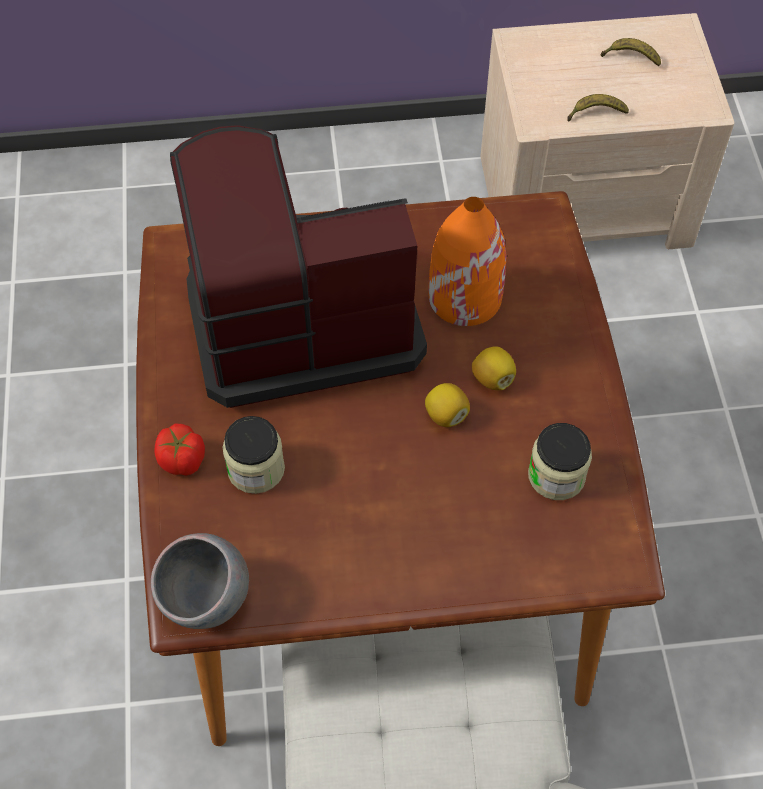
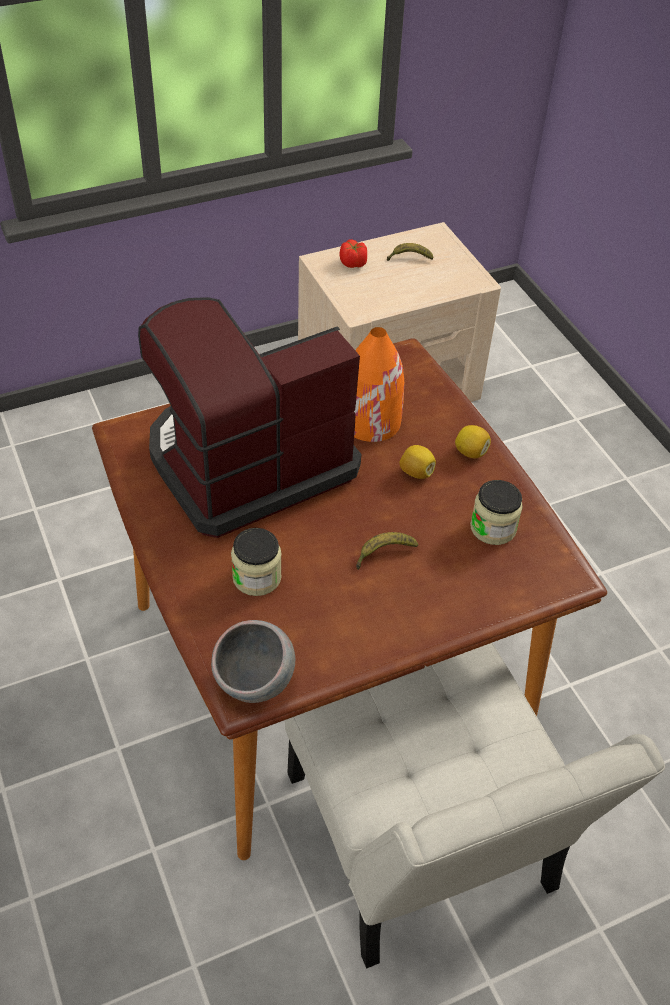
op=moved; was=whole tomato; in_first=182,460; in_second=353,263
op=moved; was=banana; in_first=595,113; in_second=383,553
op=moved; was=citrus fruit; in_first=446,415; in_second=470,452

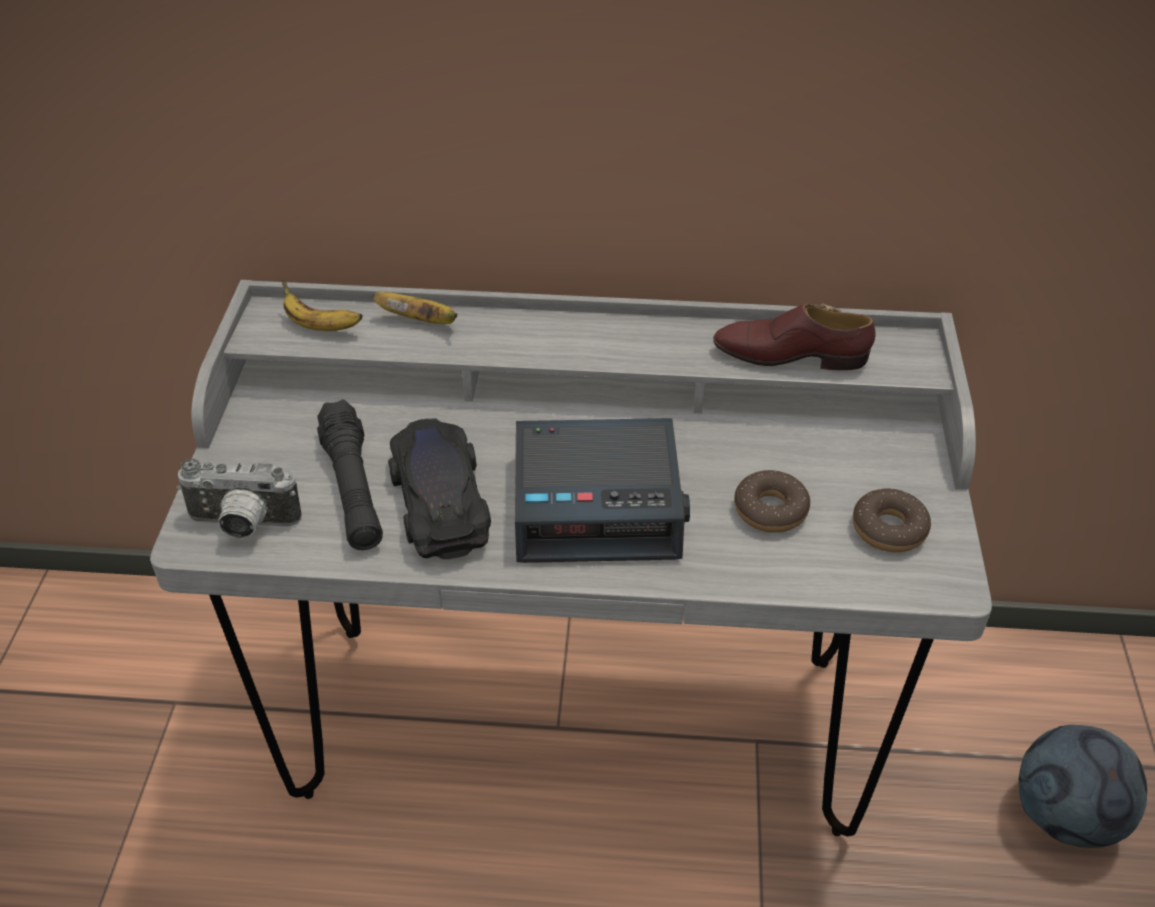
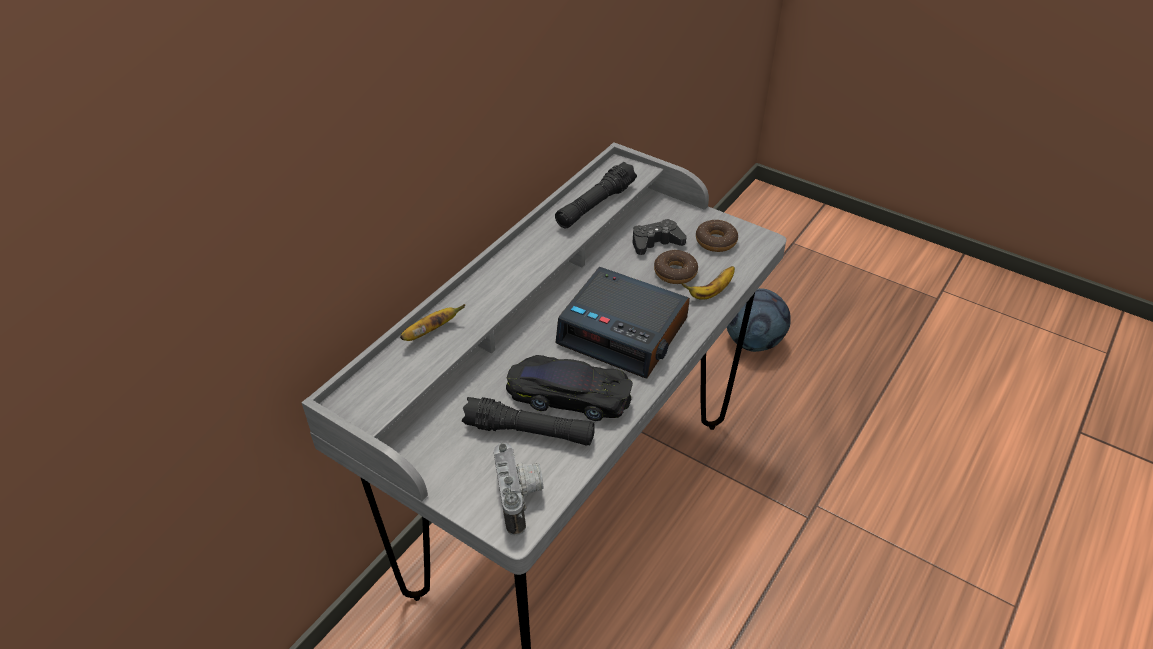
op=turned; was=photo camera; in_first=242,526; in_second=521,498; clockwise=-45
op=replaced; was=low shoe in brownish; now=flashlight in black-coloured; in_first=790,355; in_second=595,205
op=turned; was=bedside clock; in_first=598,504; in_second=624,331; clockwise=90
op=added; now=joypad in black-coloured; in_second=656,242
op=moved; was=banana; in_first=319,326; in_second=711,292

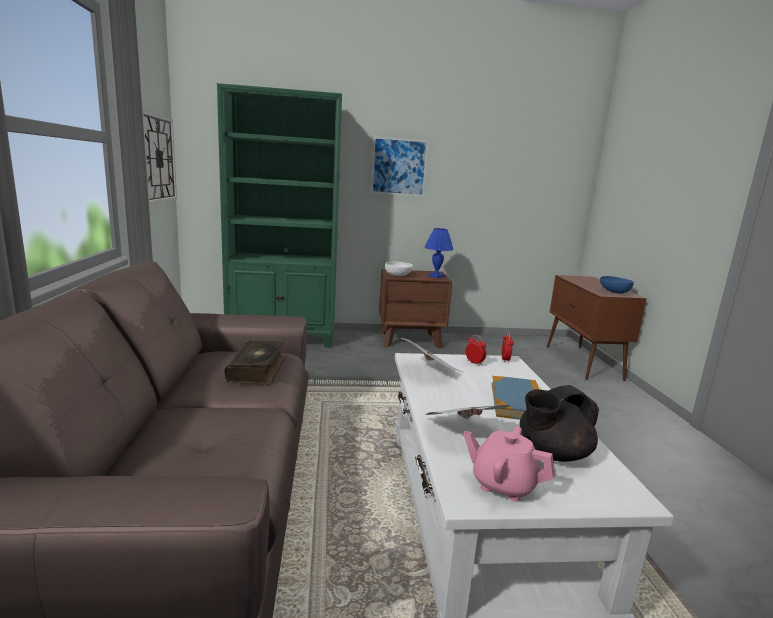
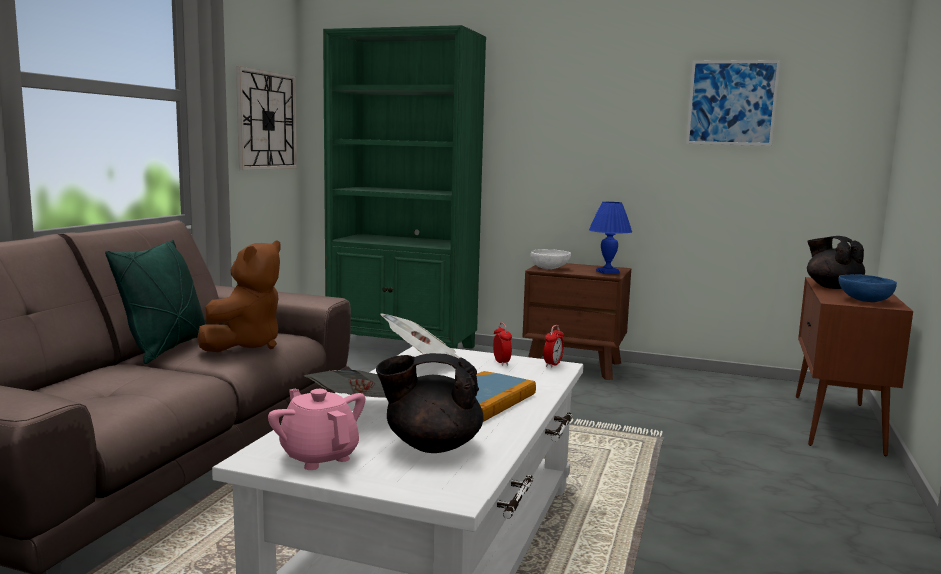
op=added; now=throw pillow in greenish; in_second=166,348
op=replaced; was=bound book; now=soft toy in brownish; in_first=258,370; in_second=245,345
op=moved; was=wall art; in_first=399,167; in_second=732,103
op=added; now=tea pot in black-coloured; in_second=832,287

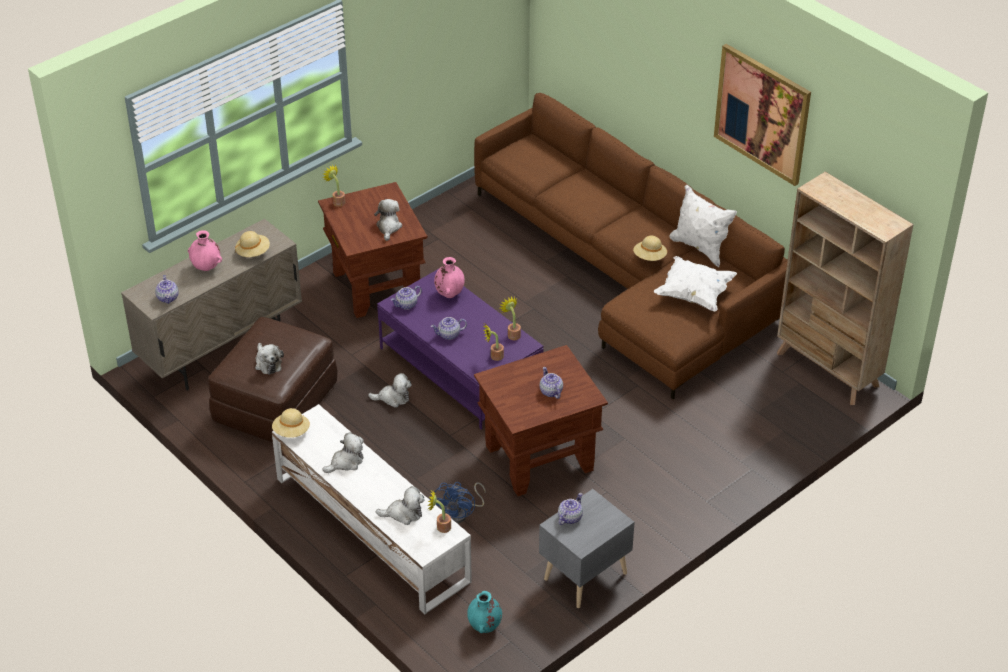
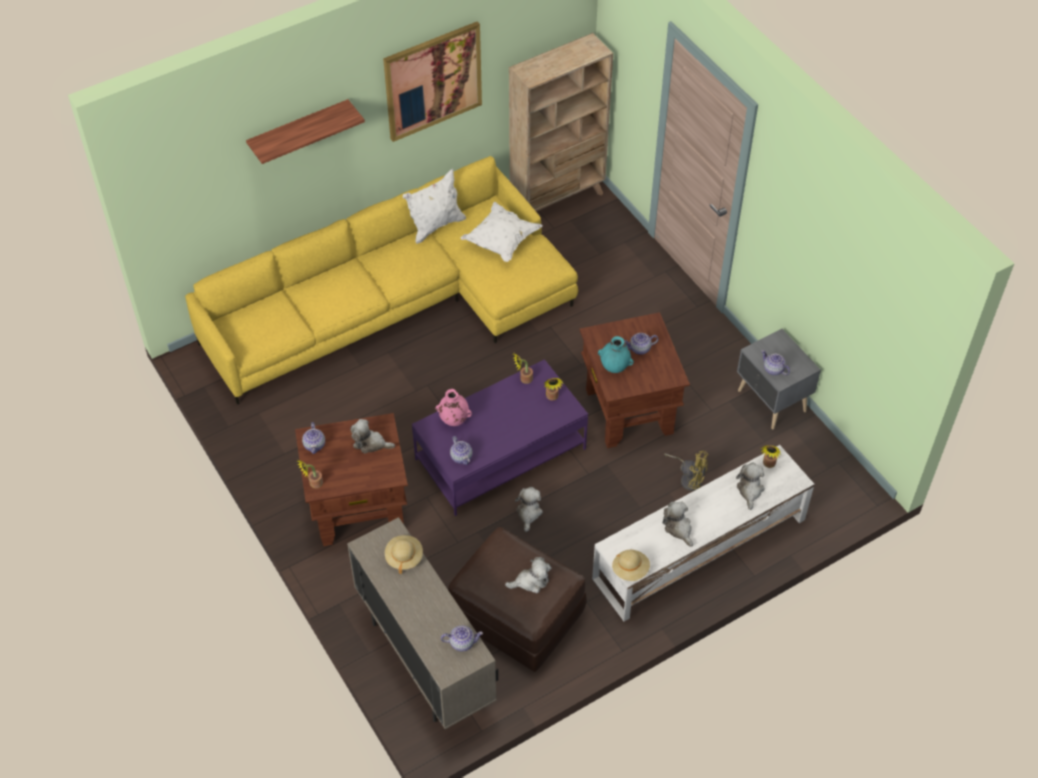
op=recoloured; was=couch in brownish; now=couch in yellow; in_first=629,273; in_second=396,305
op=added; now=wall shelf; in_second=299,132
op=moved; was=tea pot; in_first=449,335; in_second=315,445
op=moved; was=flower vase in blue-green; in_first=485,627; in_second=614,367
op=recoloured; was=cooling fan in blue-coloured; now=cooling fan in yellow; in_first=460,513; in_second=689,478
op=removed; was=flower vase in pinkish; in_first=206,267
op=removed; was=hat in beige-coloured; in_first=649,257

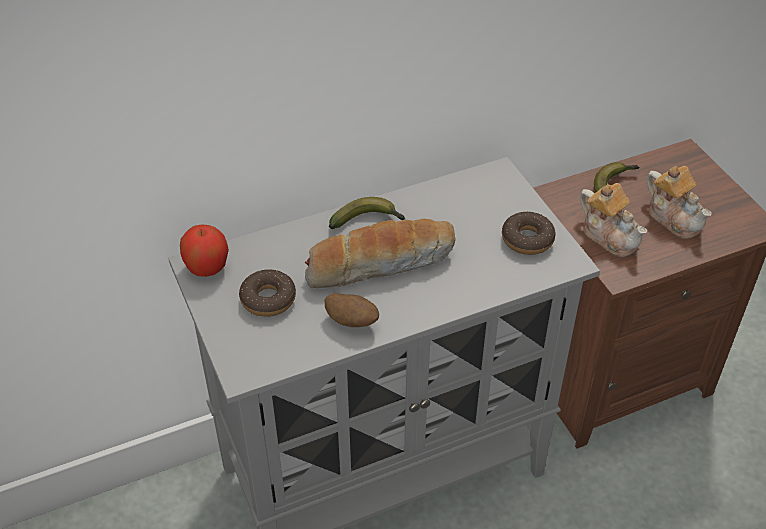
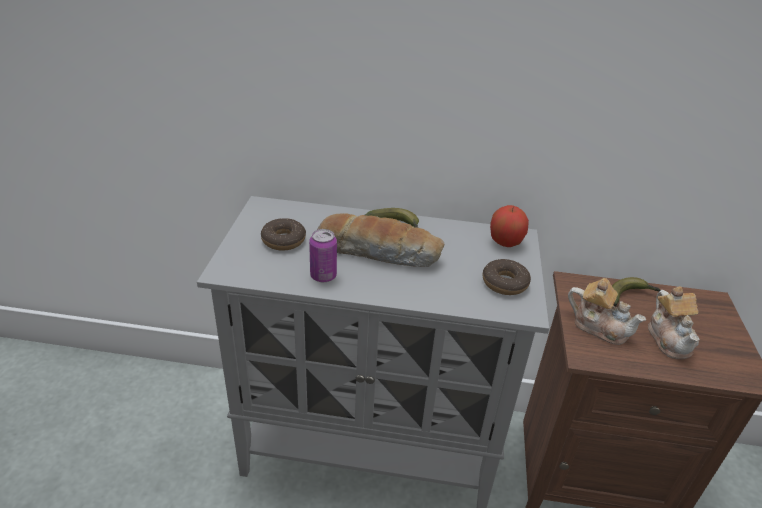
op=replaced; was=spud; now=metal can; in_first=352,322; in_second=323,276
op=moved; was=whole apple; in_first=207,267; in_second=505,242
op=turned; was=tea pot; in_first=609,235; in_second=599,326; clockwise=-45

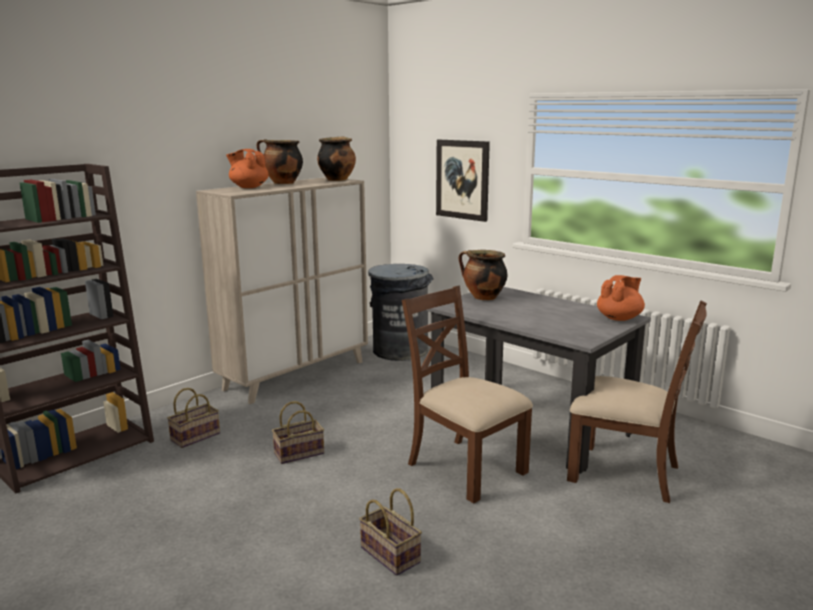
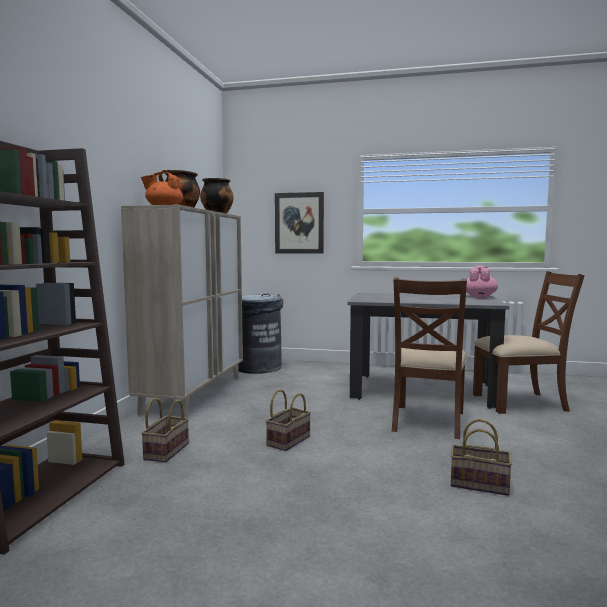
op=turned; was=chair in brownish; in_first=465,468; in_second=427,421; clockwise=-90
op=recoloured; was=tea pot in orangey; now=tea pot in pinkish; in_first=619,318; in_second=479,297
op=removed; was=saucepot; in_first=483,298

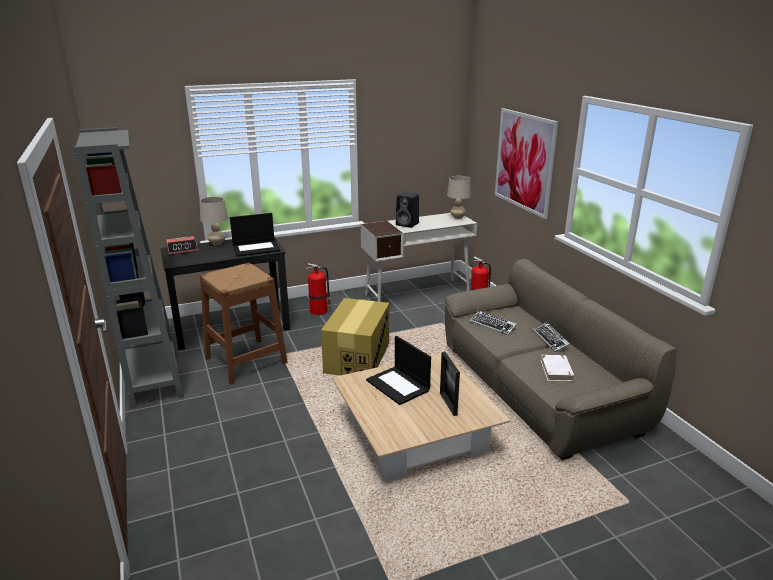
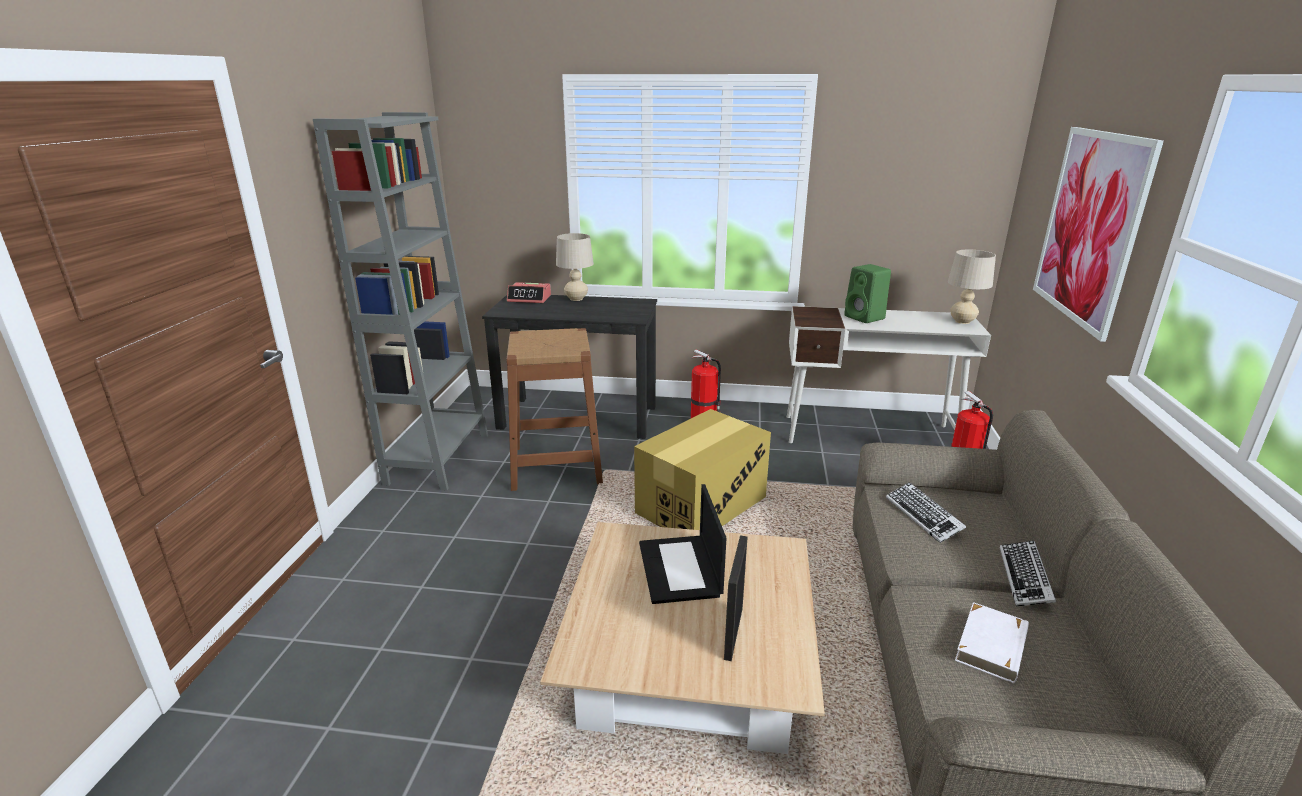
op=recoloured; was=audio speaker in black-coloured; now=audio speaker in greenish; in_first=408,224; in_second=865,318
op=removed; was=laptop; in_first=256,248

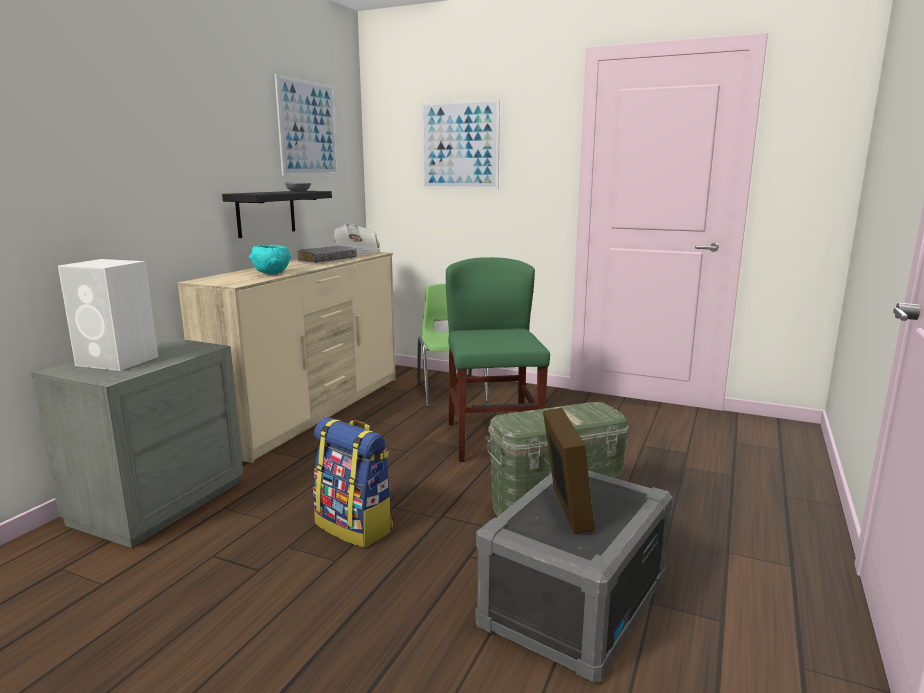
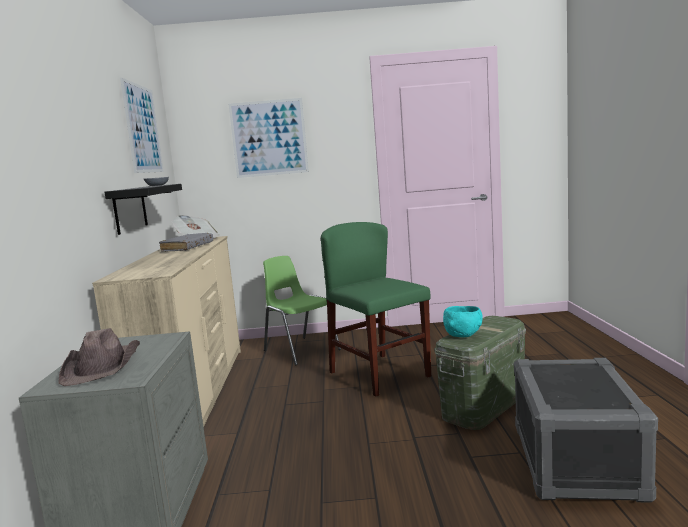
op=replaced; was=audio speaker in white-coloured; now=hat in brownish; in_first=119,361; in_second=103,366
op=moved; was=bowl in blue-green; in_first=272,273; in_second=463,336
op=removed; was=knapsack; in_first=355,526
op=removed; was=picture frame; in_first=565,509

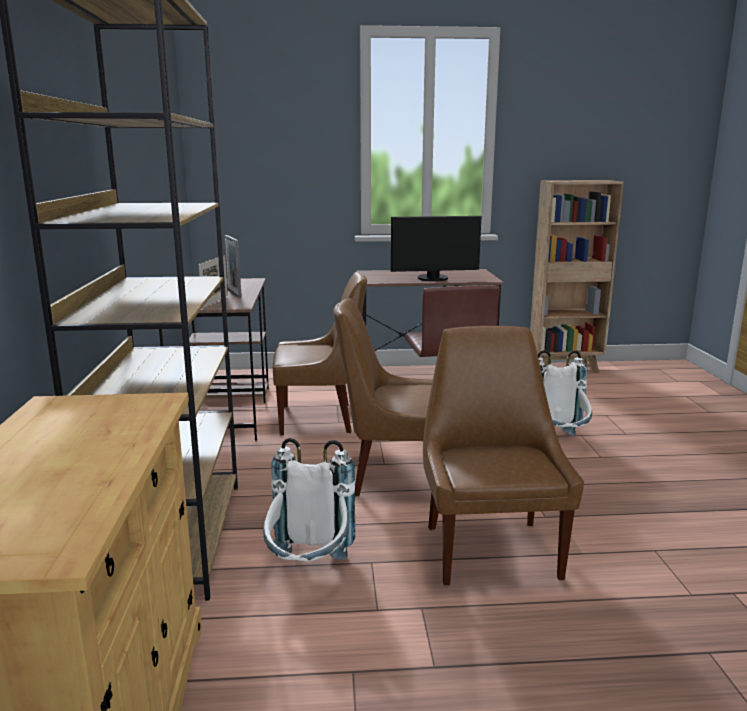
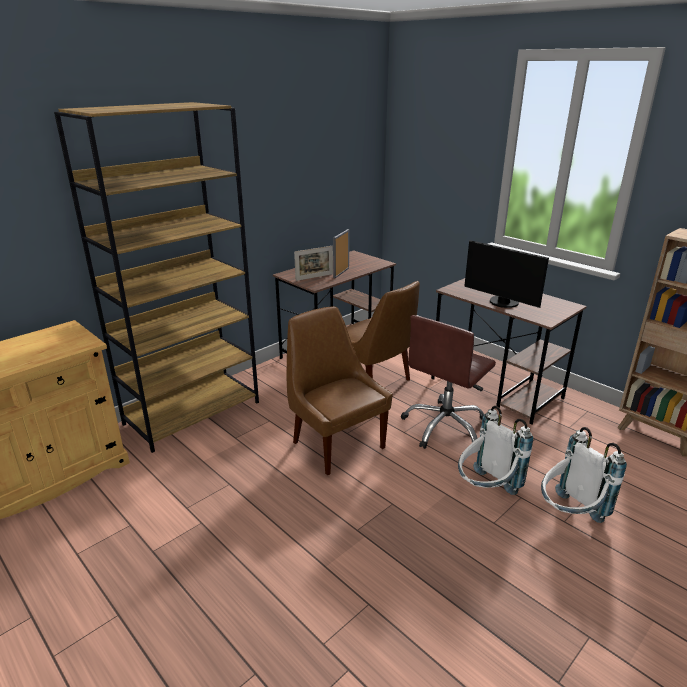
op=moved; was=knapsack in white-coloured; in_first=309,571; in_second=569,516
op=removed; was=chair in brownish; in_first=490,548

